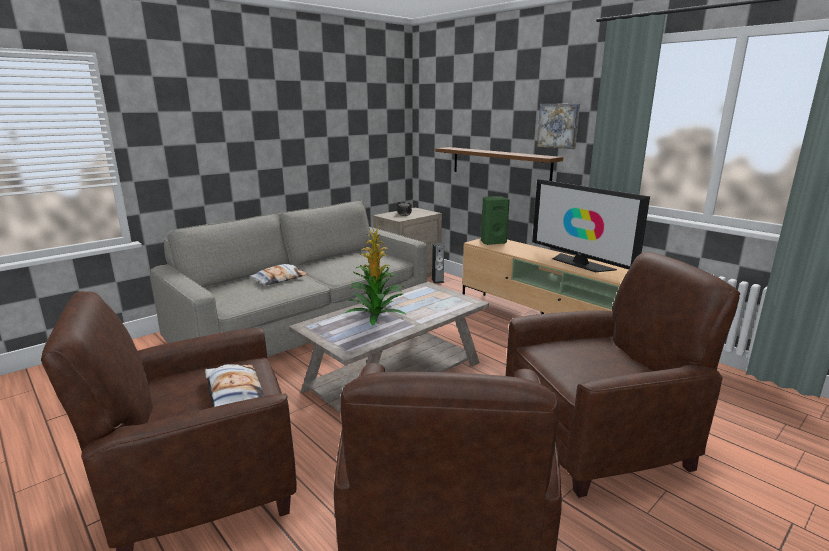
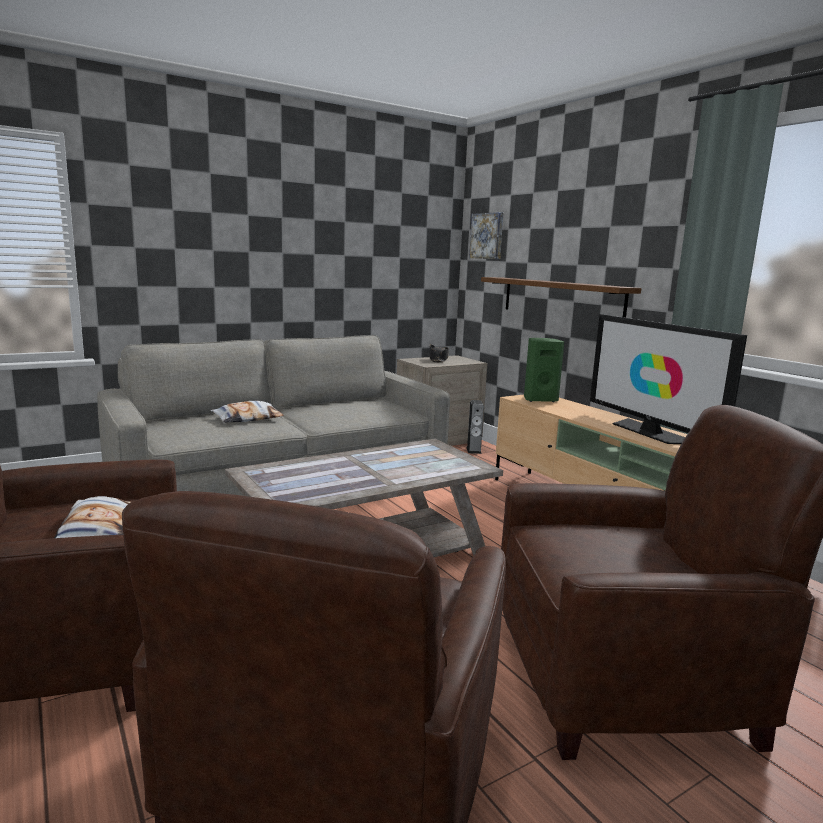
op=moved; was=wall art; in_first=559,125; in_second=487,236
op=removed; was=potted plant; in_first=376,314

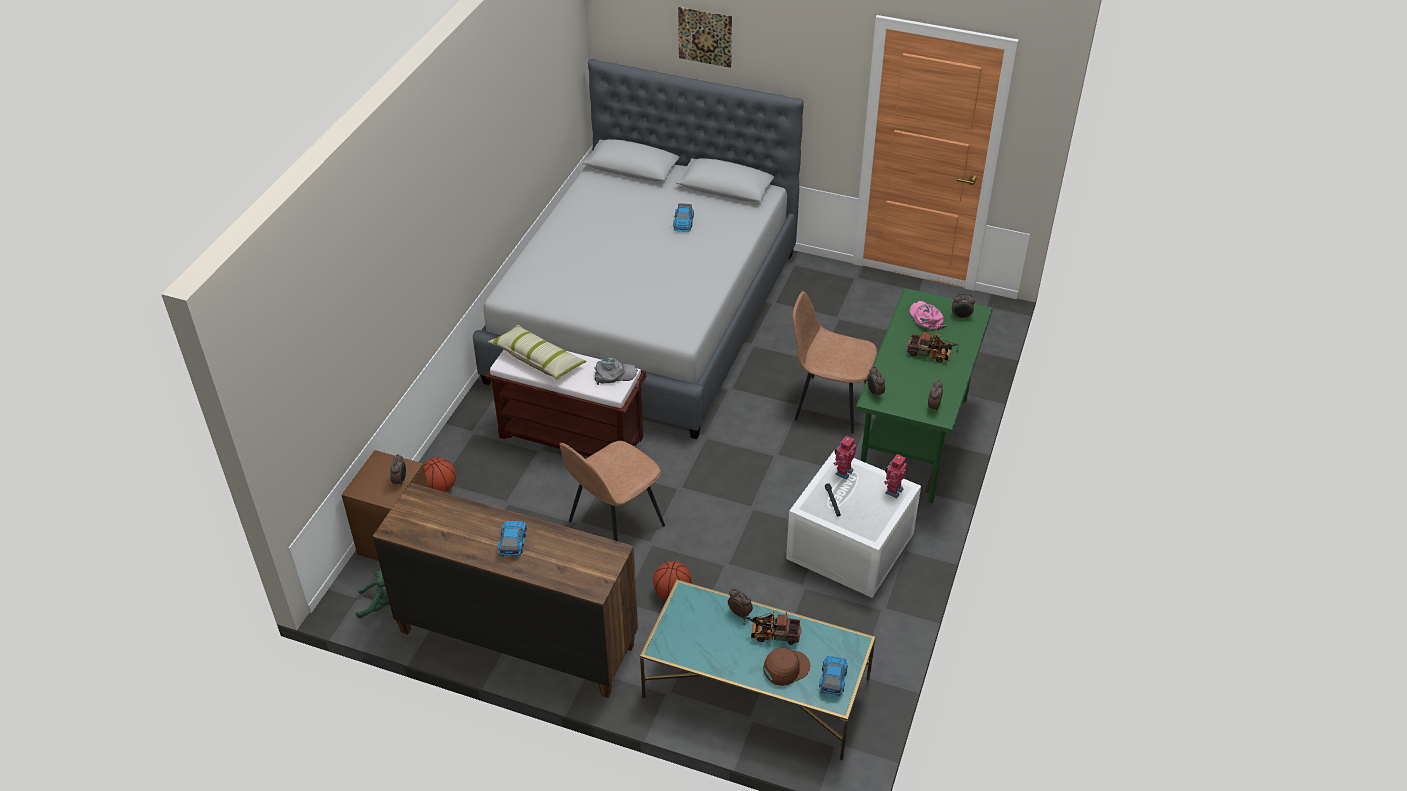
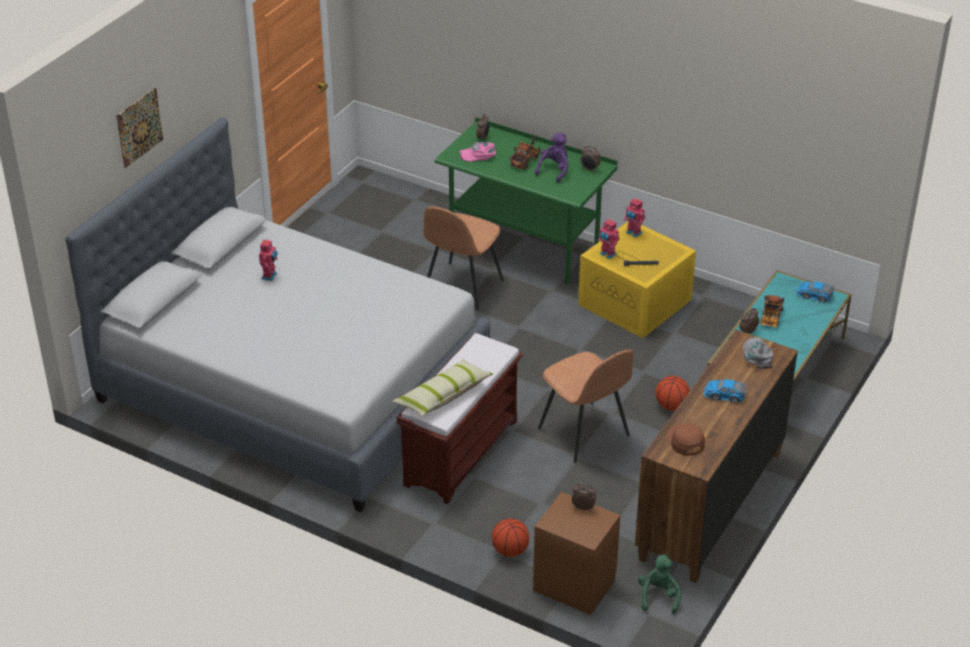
op=replaced; was=miniature car; now=robot figure; in_first=683,222; in_second=270,276
op=added; now=soft toy in purple-coloured; in_second=554,170
op=recoloured; was=storage box in white-coloured; now=storage box in yellow; in_first=851,547; in_second=636,302
op=moved; was=cap in brownish; in_first=786,668; in_second=685,441
op=moved; was=cap in gray; in_first=614,374; in_second=757,355
op=removed; was=bedside clock; in_first=874,393

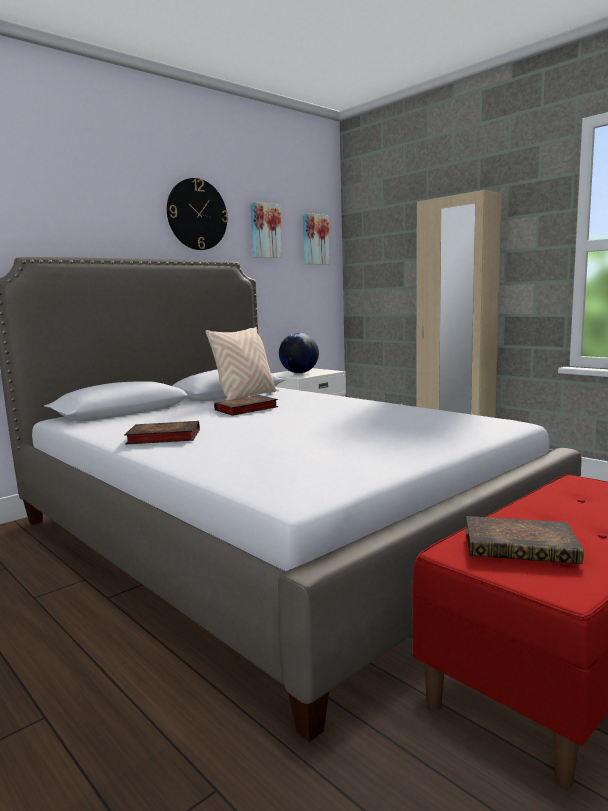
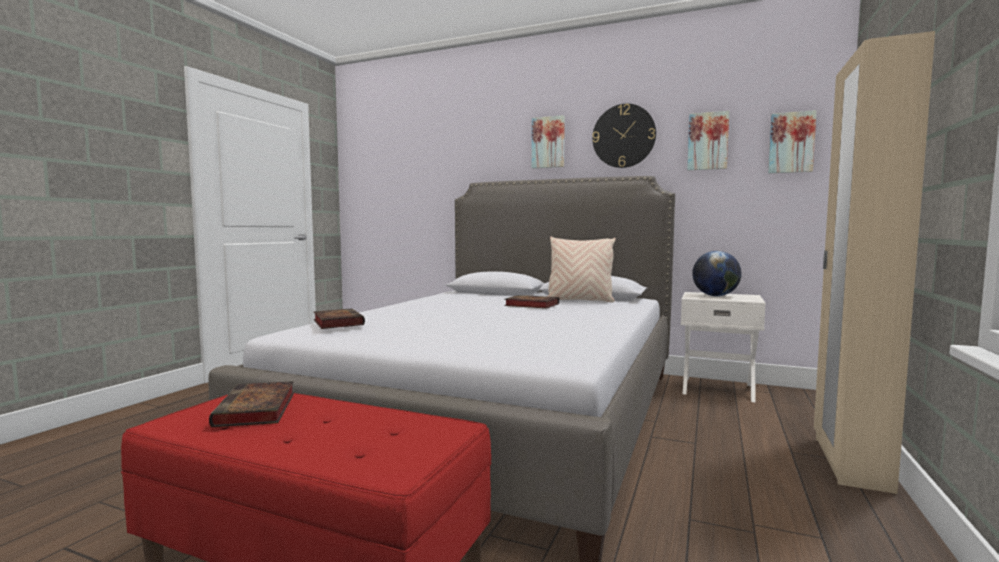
op=moved; was=bound book; in_first=161,438; in_second=337,323
op=added; now=wall art; in_second=548,142

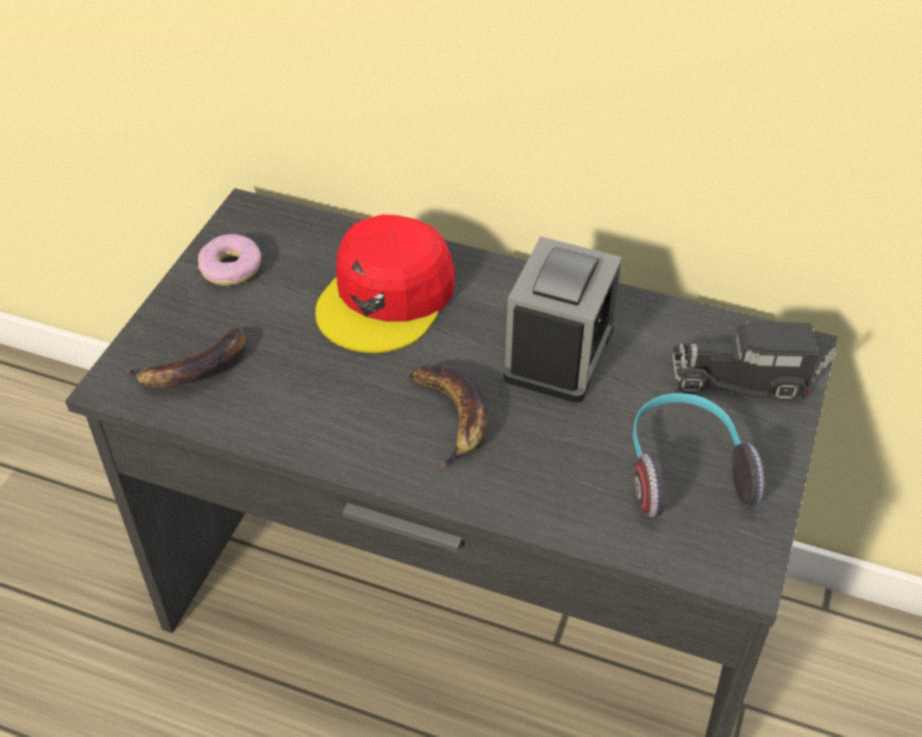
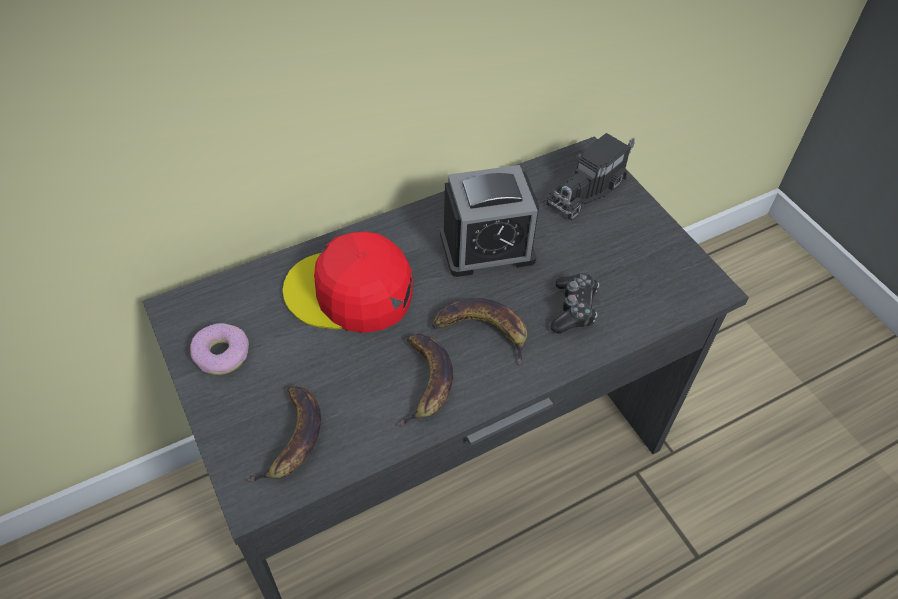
op=turned; was=cap in red-coloured; in_first=387,297; in_second=350,292; clockwise=120
op=added; now=banana; in_second=425,381
op=turned; was=bedside clock; in_first=559,353; in_second=487,247; clockwise=105
op=added; now=joypad; in_second=573,309
op=removed; was=headset; in_first=684,469

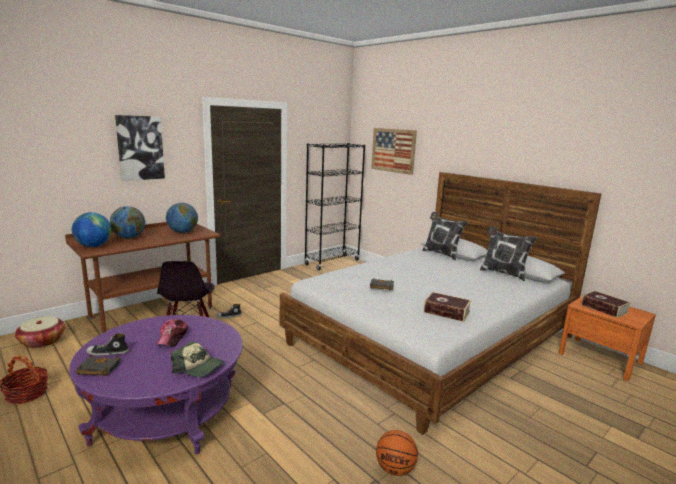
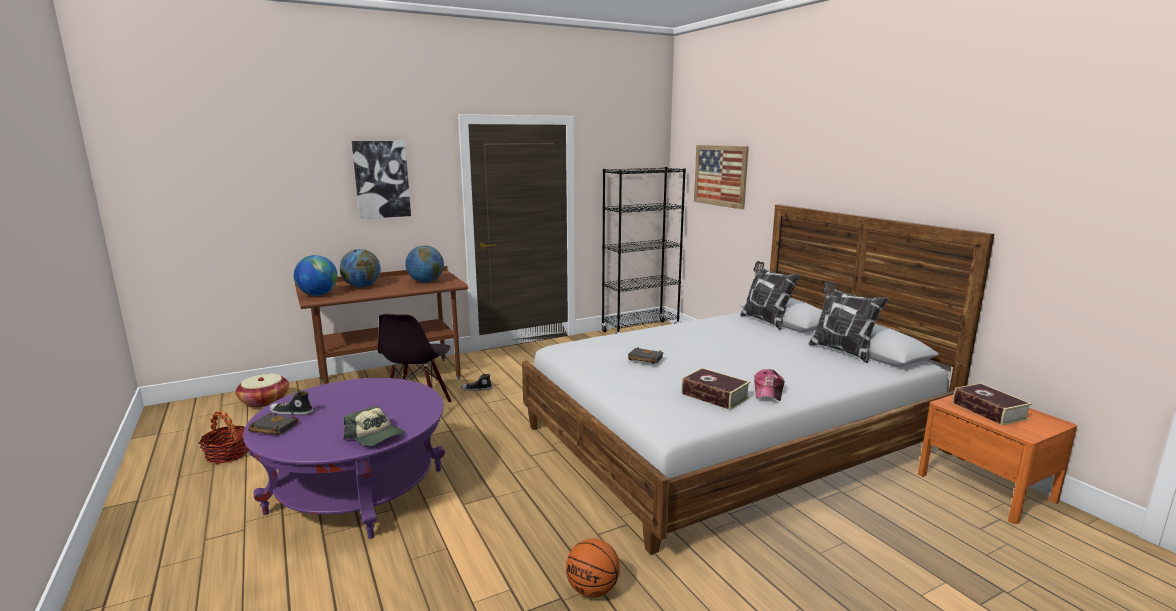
op=moved; was=cap; in_first=172,337; in_second=768,391

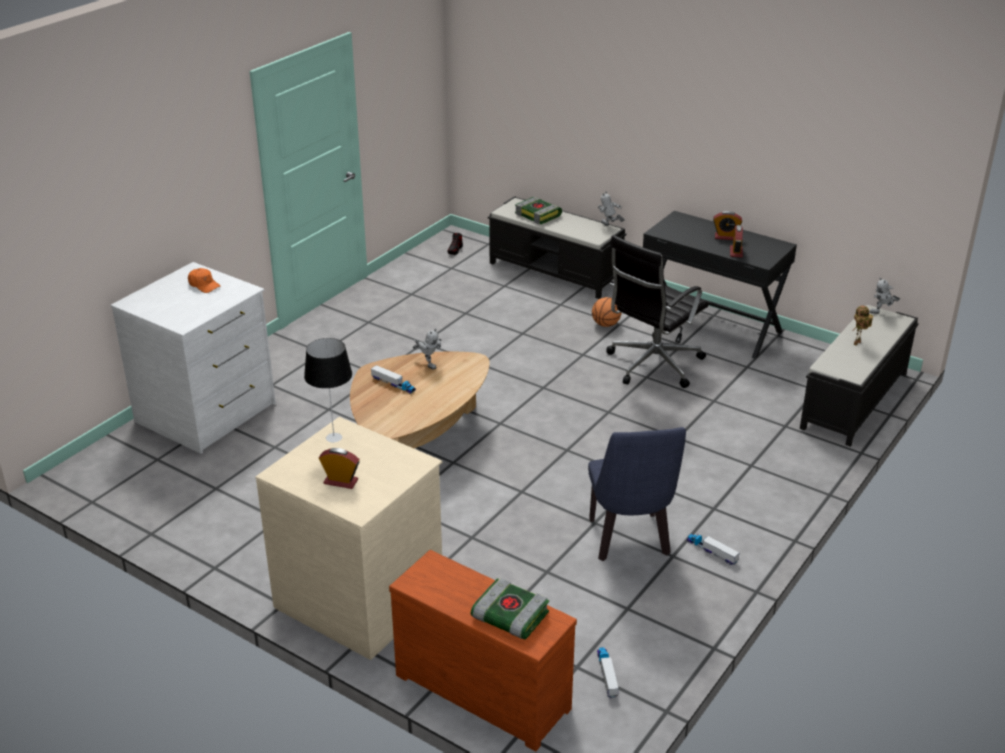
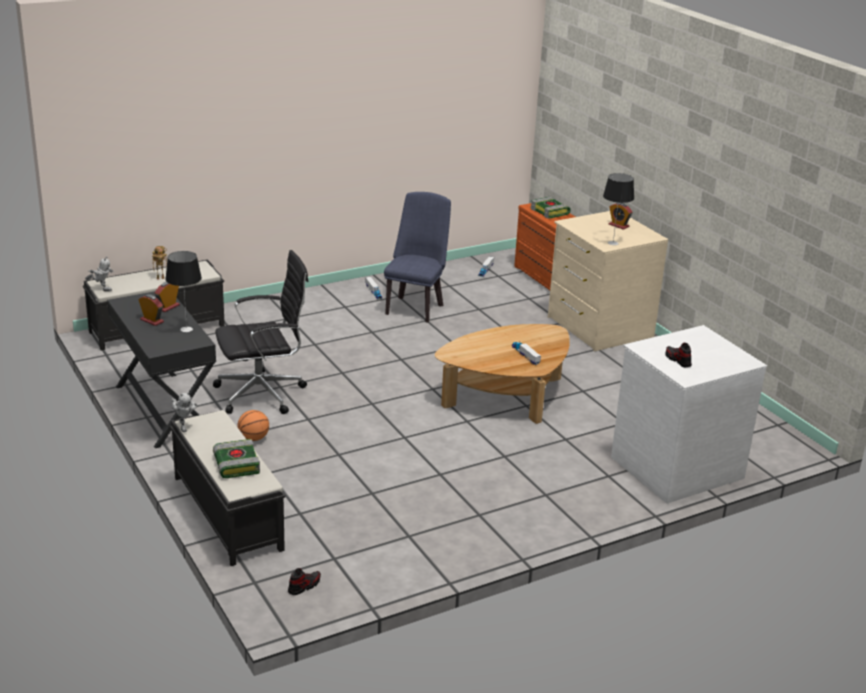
op=added; now=lamp for a table; in_second=186,329
op=replaced; was=cap in orangey; now=low shoe; in_first=204,285; in_second=678,360
op=removed; was=robot figure; in_first=428,364

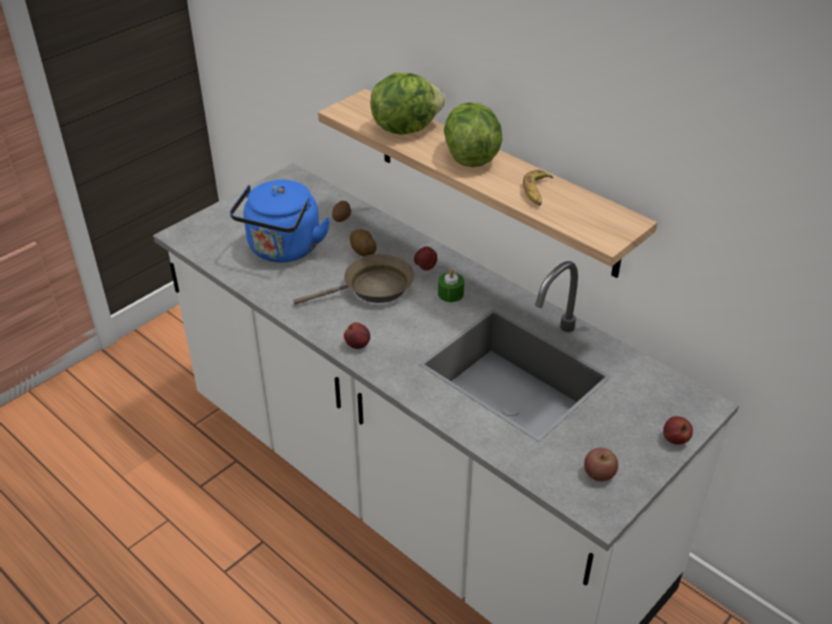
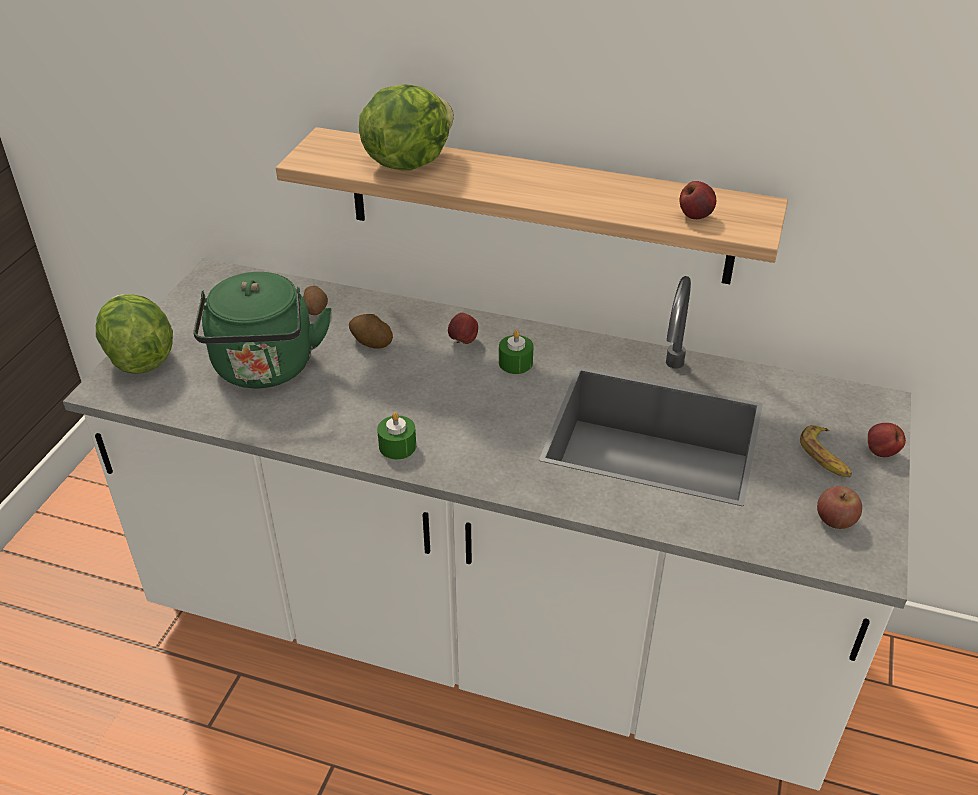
op=moved; was=lettuce head; in_first=470,155; in_second=139,356
op=recoloured; was=water kettle in blue-coloured; now=water kettle in greenish; in_first=283,250; in_second=265,370
op=added; now=candle in greenish; in_second=397,446
op=moved; was=whole apple; in_first=358,345; in_second=695,216
op=moved; was=banana; in_first=537,192; in_second=825,457
op=removed; was=skillet in brownish; in_first=372,288

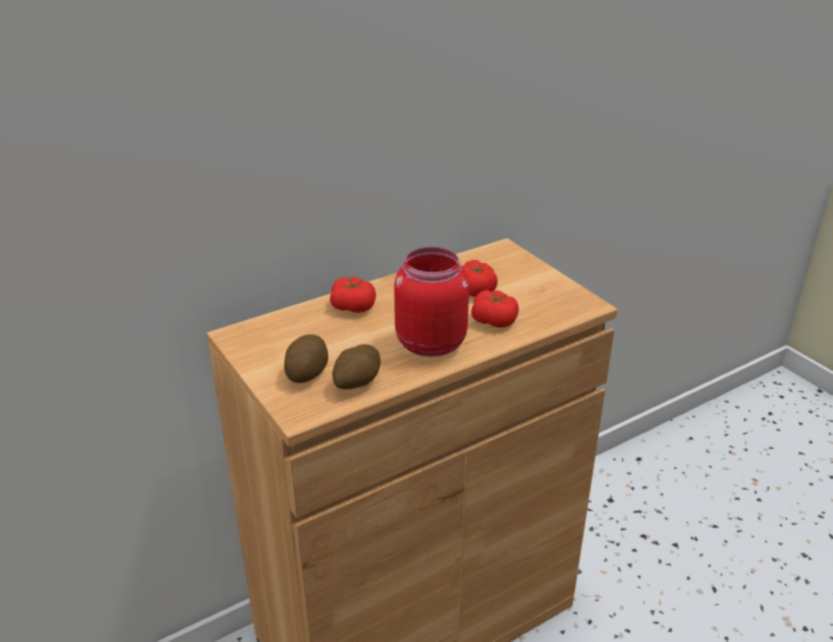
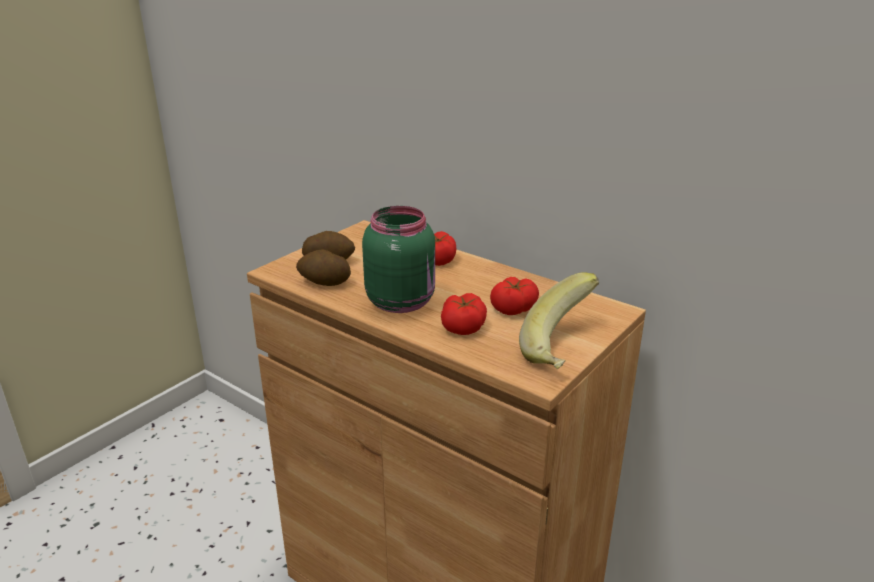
op=recoloured; was=storage jar in red-coloured; now=storage jar in greenish; in_first=429,343; in_second=401,301
op=added; now=banana; in_second=563,349

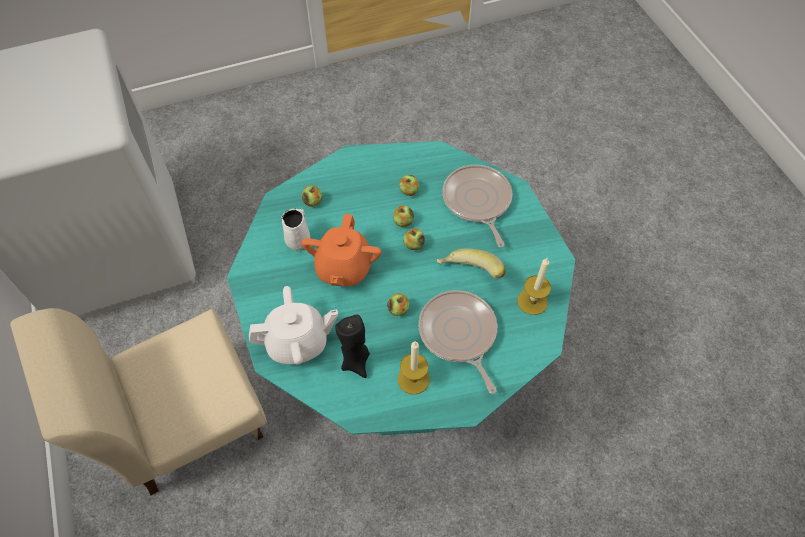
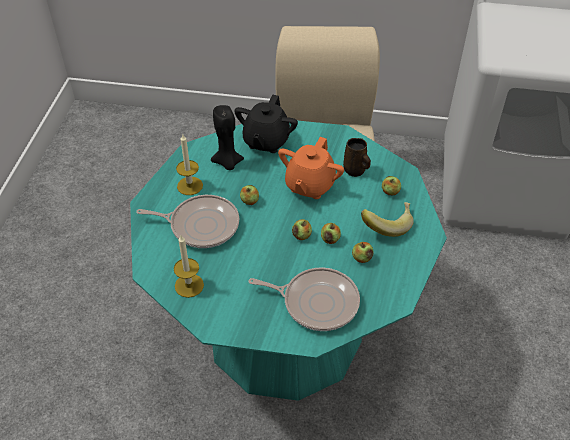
op=recoloured; was=tea pot in white-coloured; now=tea pot in black-coloured; in_first=298,342; in_second=266,141
op=turned; was=tea pot in orangey; in_first=343,268; in_second=309,185; clockwise=-105
op=recoloured; was=mug in white-coloured; now=mug in brownish; in_first=299,240; in_second=355,171
op=moved; was=banana; in_first=469,275; in_second=387,225

